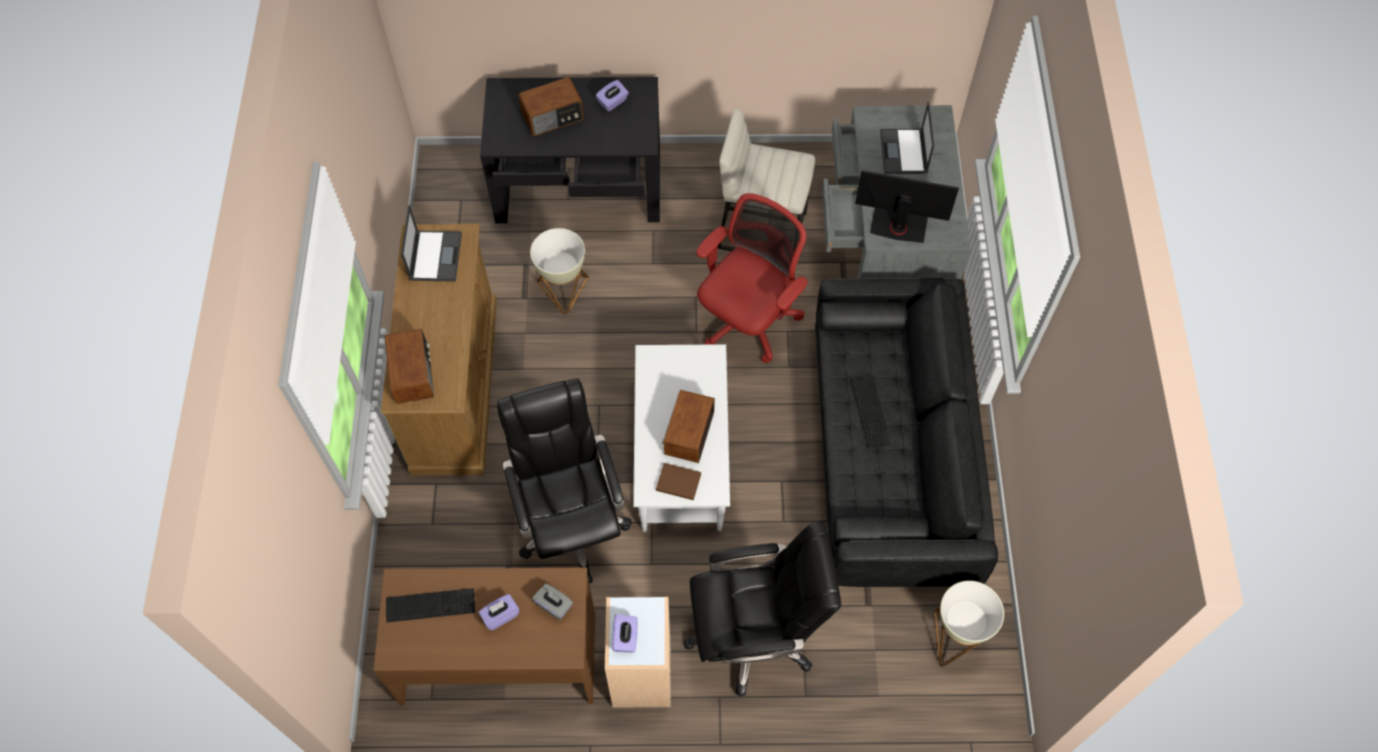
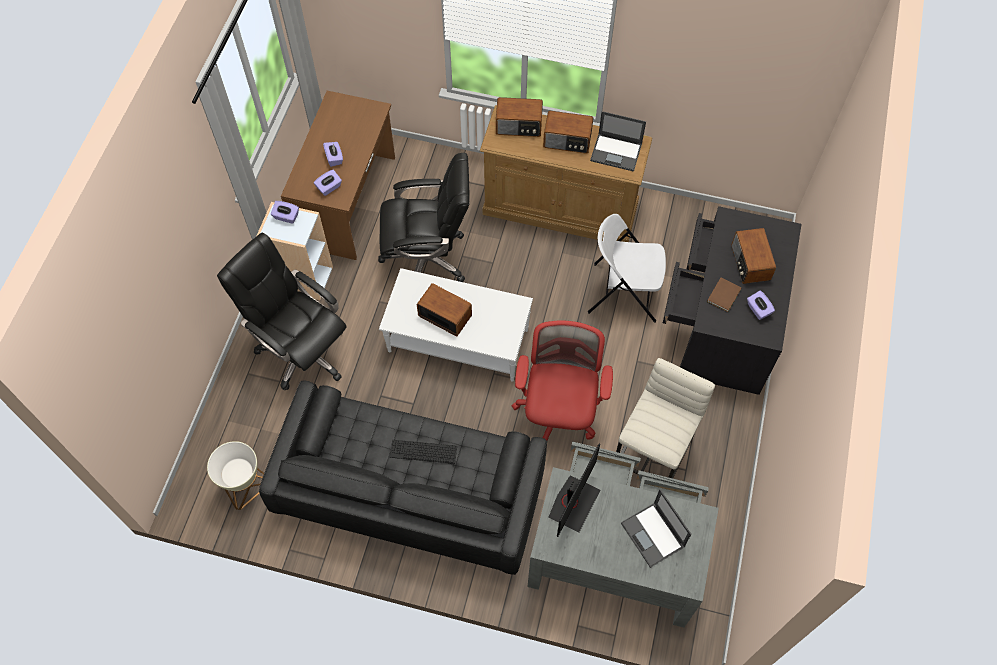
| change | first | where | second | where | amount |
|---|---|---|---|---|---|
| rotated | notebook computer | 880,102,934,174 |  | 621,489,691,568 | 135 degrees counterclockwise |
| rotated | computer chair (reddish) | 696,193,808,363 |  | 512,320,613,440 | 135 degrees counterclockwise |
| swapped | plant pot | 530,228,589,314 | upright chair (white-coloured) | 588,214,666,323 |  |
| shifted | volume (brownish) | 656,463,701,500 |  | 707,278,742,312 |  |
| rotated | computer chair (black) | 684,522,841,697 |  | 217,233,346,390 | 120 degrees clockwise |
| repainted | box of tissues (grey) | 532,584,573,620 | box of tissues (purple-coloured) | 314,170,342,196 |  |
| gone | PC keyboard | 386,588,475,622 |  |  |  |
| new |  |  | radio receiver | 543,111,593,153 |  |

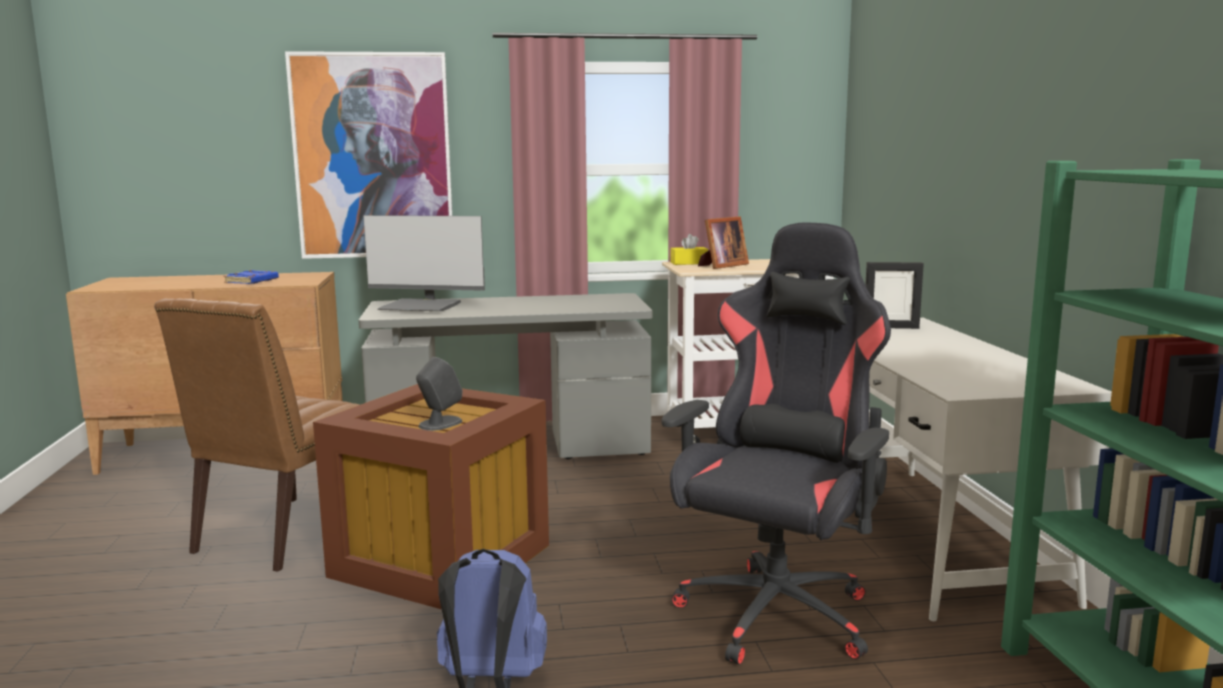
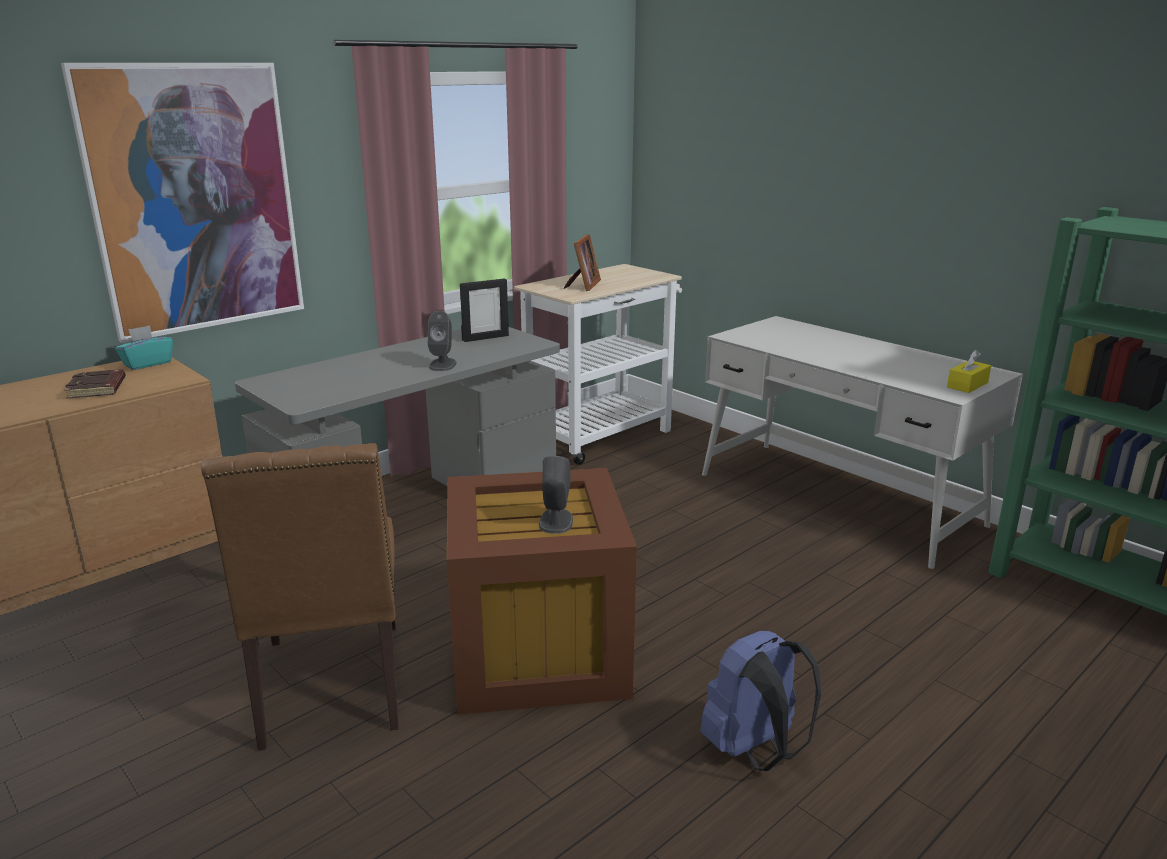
| change | first | where | second | where | amount |
|---|---|---|---|---|---|
| gone | computer screen | 363,215,485,311 |  |  |  |
| gone | computer chair (black) | 662,223,891,665 |  |  |  |
| shifted | box of tissues (yellow) | 670,234,708,265 |  | 947,350,991,393 |  |
| shifted | picture frame | 865,262,924,329 |  | 460,278,509,342 |  |
| repainted | volume (bluish) | 224,270,279,284 | volume (brownish) | 64,369,126,399 |  |
| new |  |  | loudspeaker (grey) | 428,311,456,371 |  |
| new |  |  | box of tissues (blue-green) | 115,325,173,370 |  |

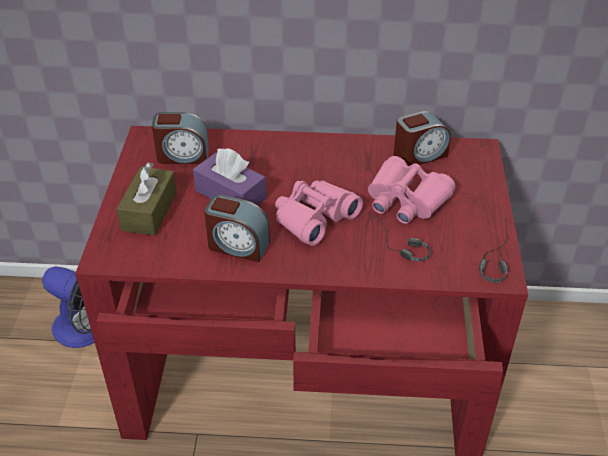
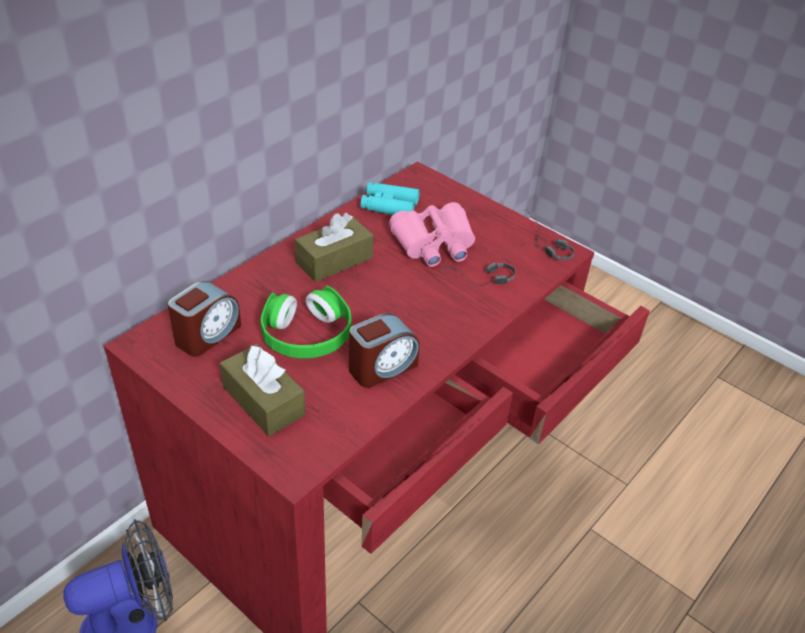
| change | first | where | second | where | amount |
|---|---|---|---|---|---|
| swapped | alarm clock | 394,111,451,166 | pair of binoculars (blue-green) | 360,182,420,215 |  |
| swapped | box of tissues (purple-coloured) | 193,148,266,206 | pair of headphones (green) | 260,286,352,358 |  |
| gone | pair of binoculars (pink) | 275,180,363,246 |  |  |  |
| new |  |  | box of tissues (brownish) | 295,213,374,282 |  |

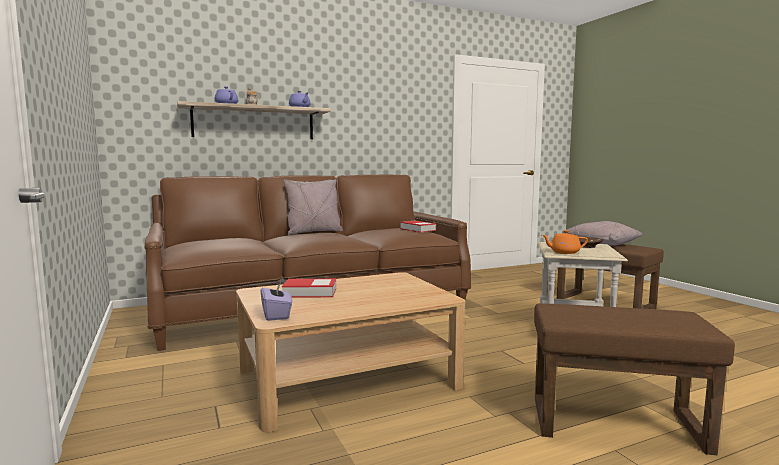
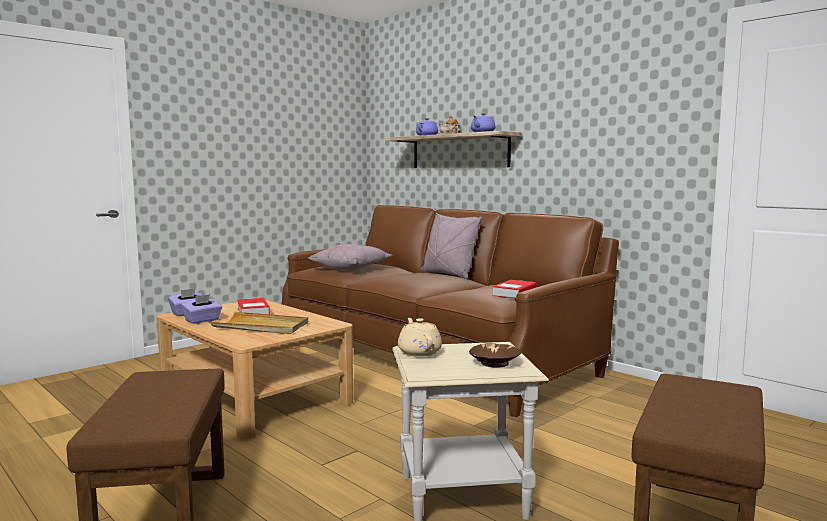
| change | first | where | second | where | amount |
|---|---|---|---|---|---|
| shifted | pillow (purple-coloured) | 562,221,643,246 |  | 308,244,393,270 |  |
| repainted | tea pot (orangey) | 542,230,588,254 | tea pot (beige) | 398,318,442,357 |  |
| new |  |  | box of tissues (purple-coloured) | 181,294,222,324 |  |
| new |  |  | carrying tray (beige) | 211,312,308,334 |  |

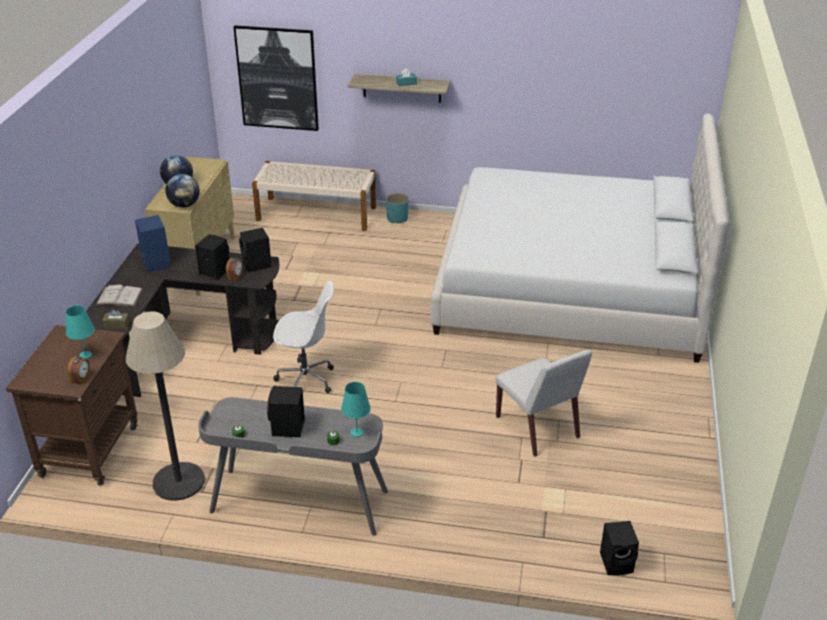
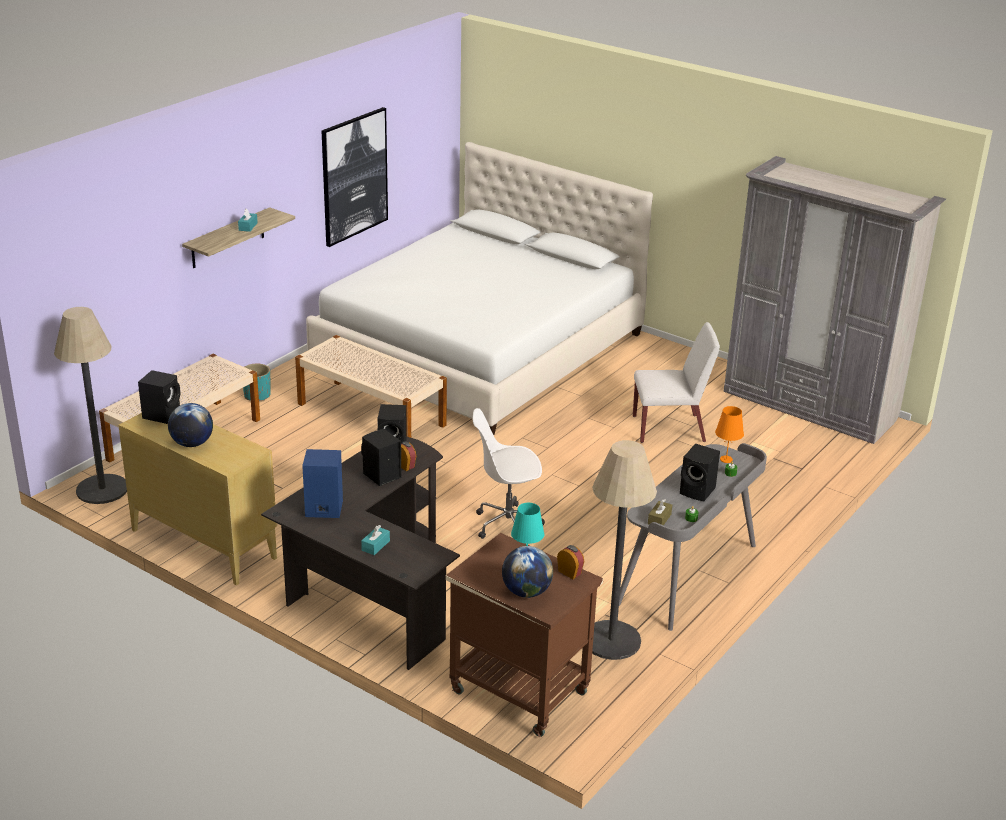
| change | first | where | second | where | amount |
|---|---|---|---|---|---|
| shifted | picture | 234,25,319,131 |  | 322,107,388,247 |  |
| shifted | desk globe | 165,174,200,208 |  | 502,546,553,598 |  |
| rotated | computer chair (white-coloured) | 273,281,334,393 |  | 473,408,545,539 | 120 degrees counterclockwise |
| swapped | volume (white-coloured) | 96,285,143,306 | box of tissues (blue-green) | 361,525,390,555 |  |
| shifted | box of tissues (brownish) | 102,309,130,329 |  | 648,499,672,525 |  |
| repainted | lamp for a table (blue-green) | 341,382,371,437 | lamp for a table (orangey) | 715,406,744,463 |  |
| shifted | loudspeaker (black) | 600,521,639,575 |  | 138,370,180,424 |  |
| new |  |  | wardrobe (grey) | 724,156,946,444 |  |
| new |  |  | standard lamp | 54,307,127,504 |  |
| new |  |  | long seat (beige) | 295,335,447,438 |  |

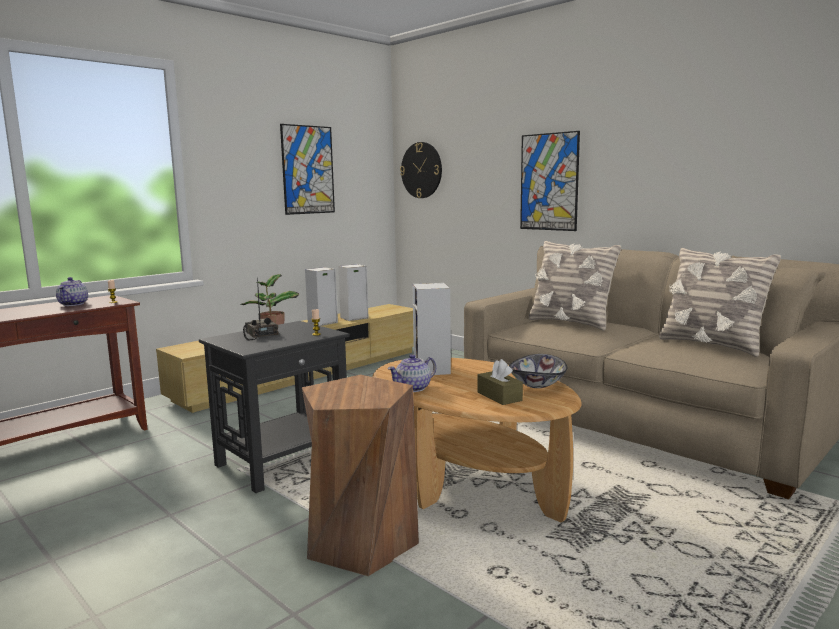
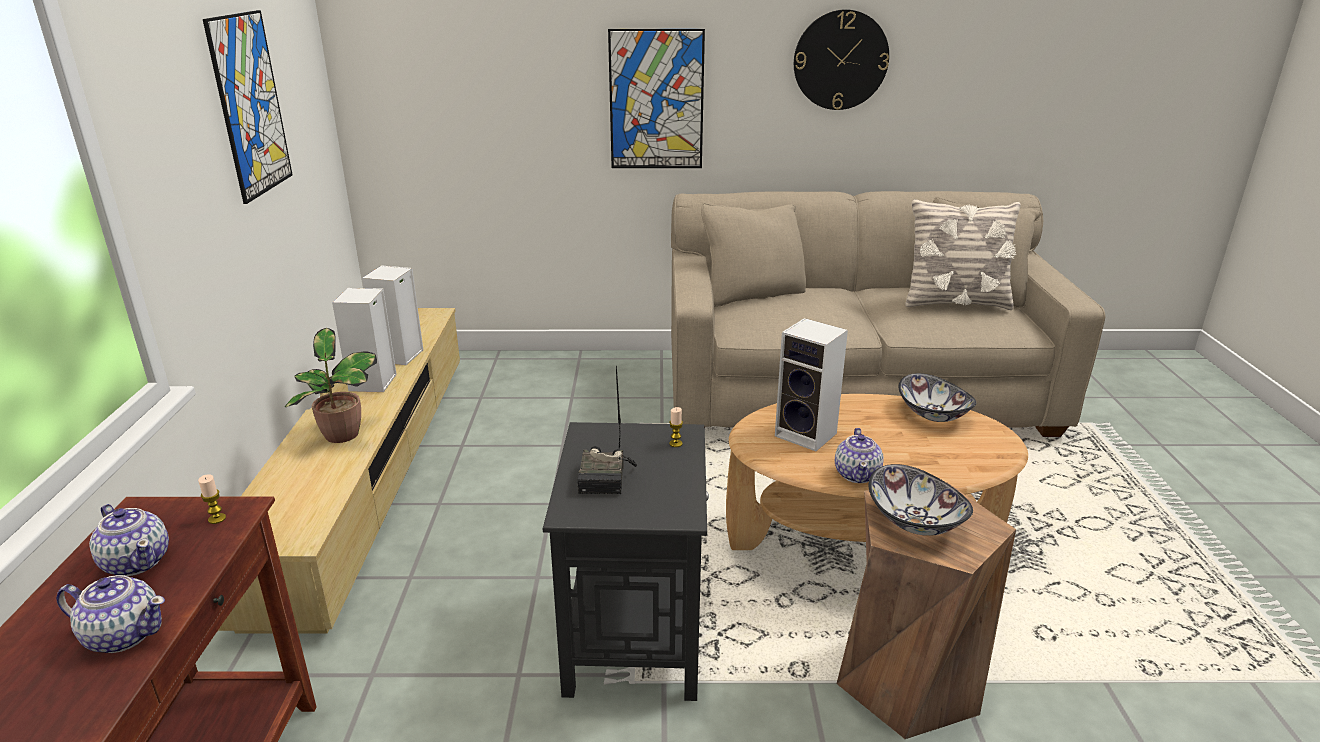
| change | first | where | second | where | amount |
|---|---|---|---|---|---|
| shifted | clock on the wall | 400,142,442,198 |  | 794,9,889,110 |  |
| gone | pillow (beige) | 529,241,621,331 |  |  |  |
| rotated | radio receiver | 243,277,279,341 |  | 577,366,637,494 | 105 degrees counterclockwise |
| gone | box of tissues (brownish) | 477,359,523,405 |  |  |  |
| new |  |  | serving bowl | 868,464,973,536 |  |
| new |  |  | tea pot | 56,575,165,653 |  |

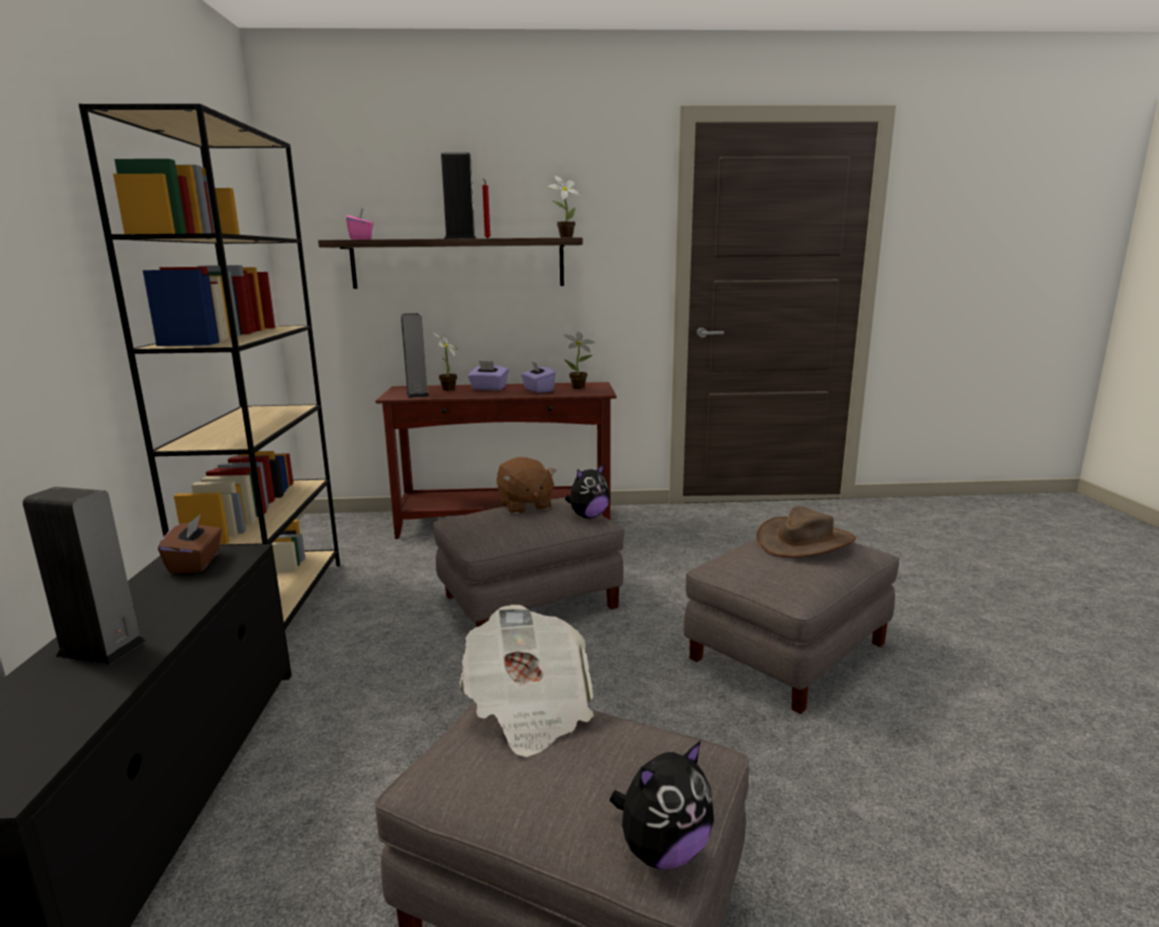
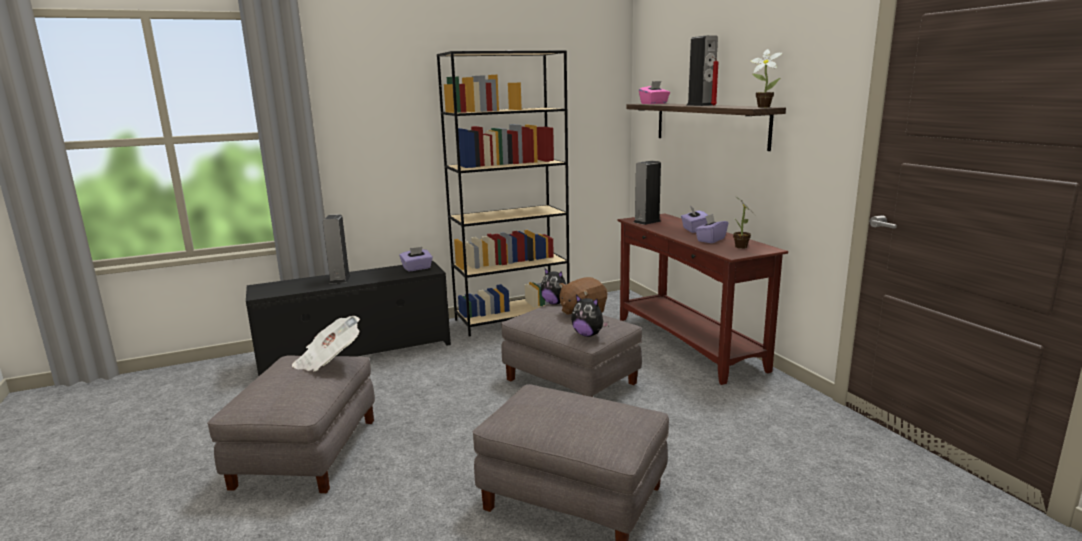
| change | first | where | second | where | amount |
|---|---|---|---|---|---|
| gone | plant in a pot | 432,332,458,391 |  |  |  |
| gone | wearable hat (brownish) | 756,506,856,558 |  |  |  |
| repainted | box of tissues (brownish) | 158,514,222,574 | box of tissues (purple-coloured) | 400,247,433,272 |  |
| shifted | plush toy | 610,741,714,869 |  | 541,268,566,305 |  |

